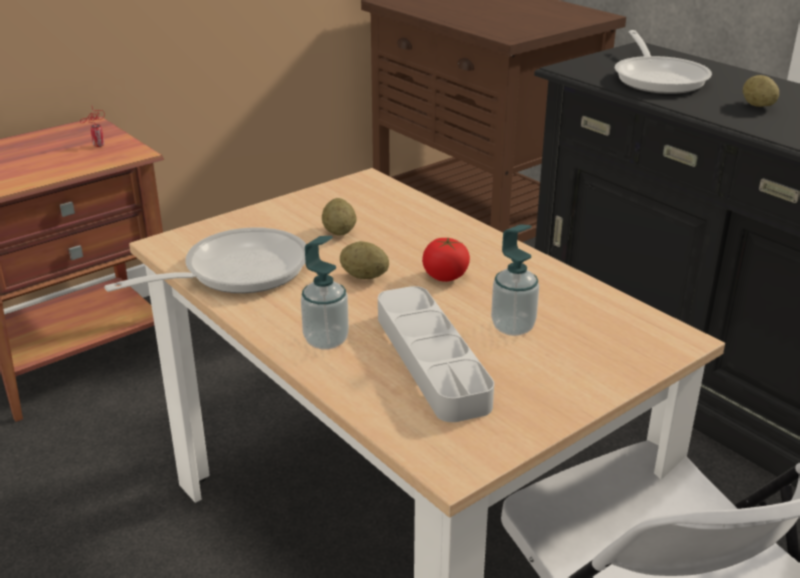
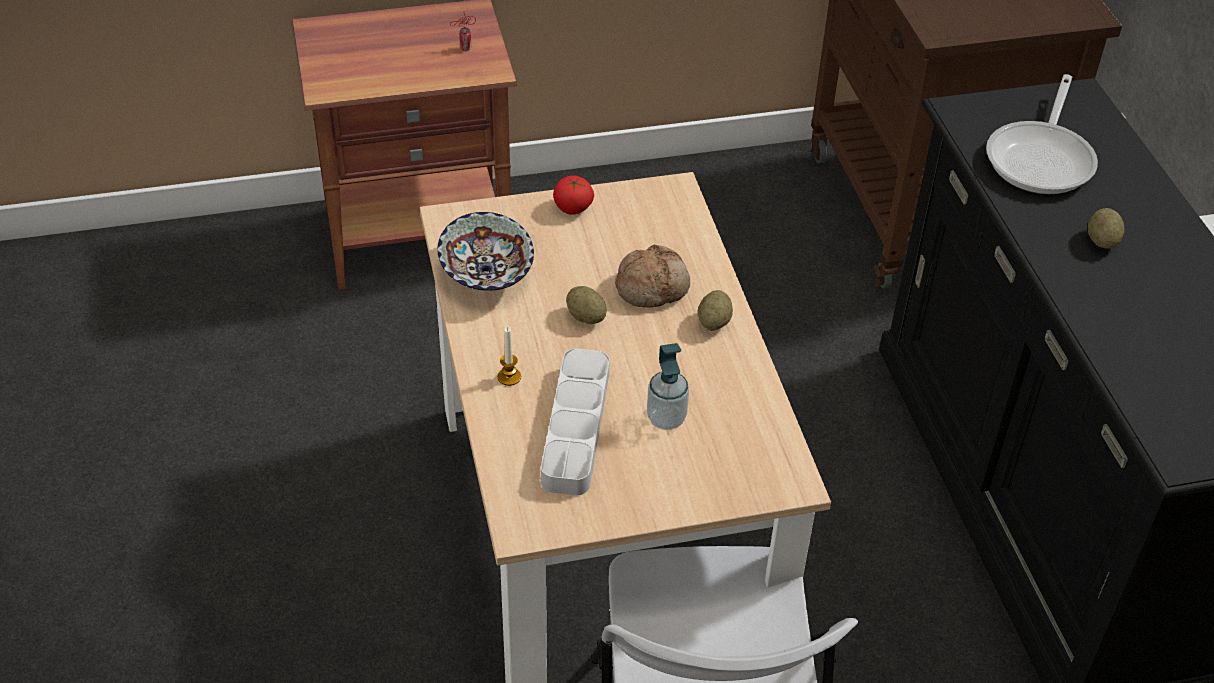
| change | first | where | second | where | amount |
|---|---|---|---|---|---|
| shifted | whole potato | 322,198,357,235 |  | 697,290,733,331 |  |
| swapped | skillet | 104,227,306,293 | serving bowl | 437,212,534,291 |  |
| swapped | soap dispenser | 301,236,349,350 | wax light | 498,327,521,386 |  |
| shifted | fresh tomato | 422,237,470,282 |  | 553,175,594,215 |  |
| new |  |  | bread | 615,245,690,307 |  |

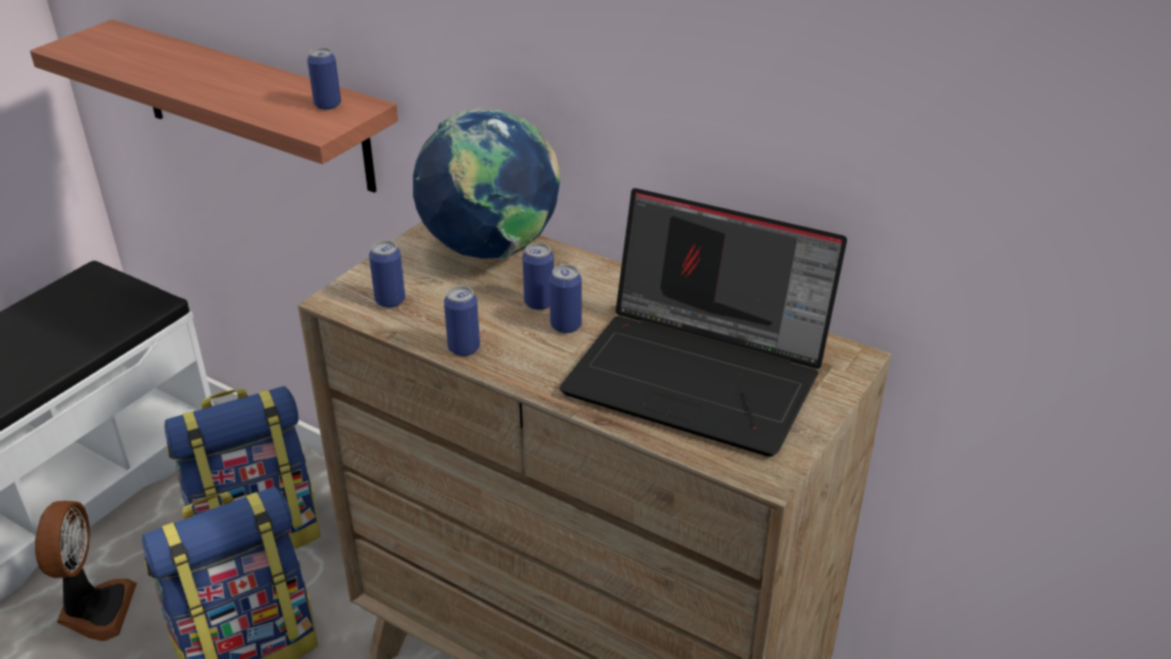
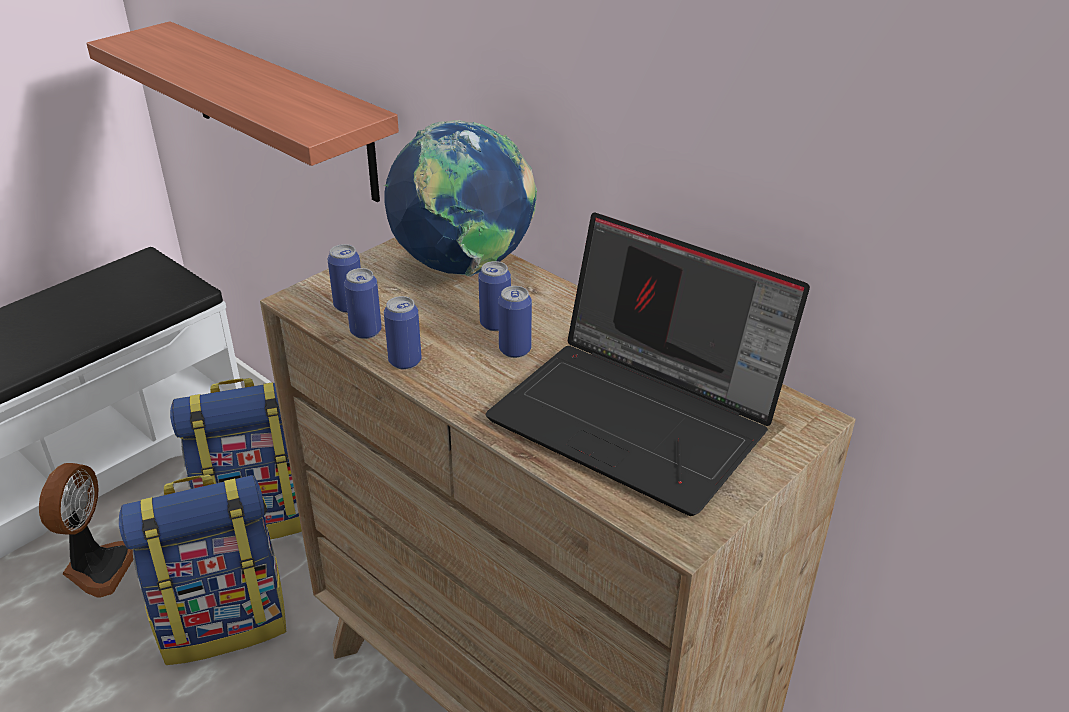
| change | first | where | second | where | amount |
|---|---|---|---|---|---|
| shifted | can | 307,47,341,110 |  | 344,268,382,339 |  |

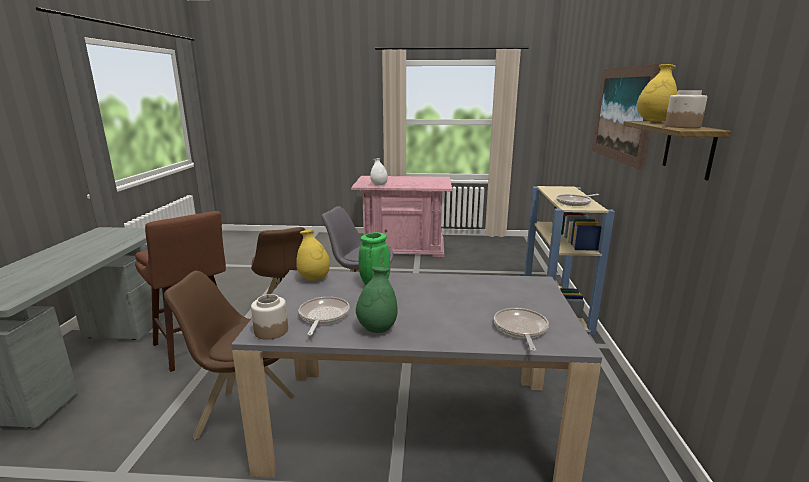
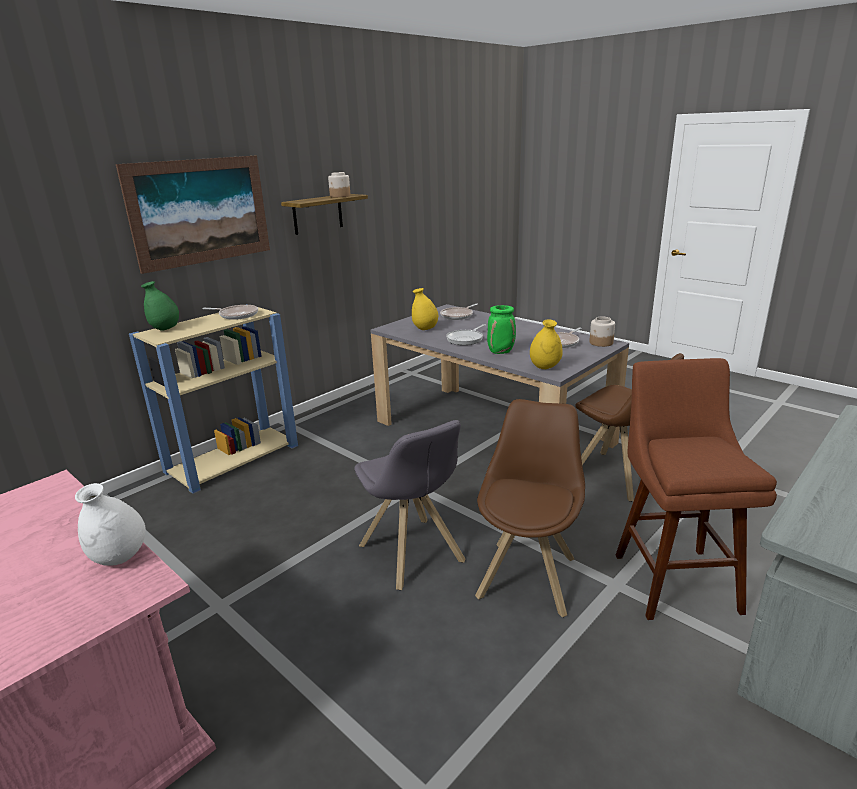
| change | first | where | second | where | amount |
|---|---|---|---|---|---|
| shifted | flower vase (yellow) | 637,64,677,122 |  | 412,288,438,330 |  |
| shifted | flower vase (green) | 356,267,398,333 |  | 141,281,179,331 |  |
| new |  |  | skillet | 446,324,486,345 |  |

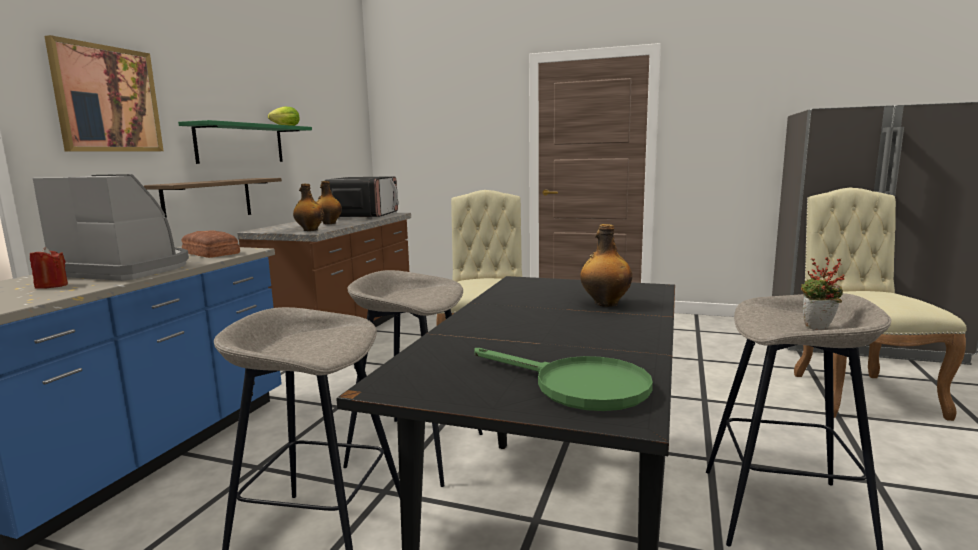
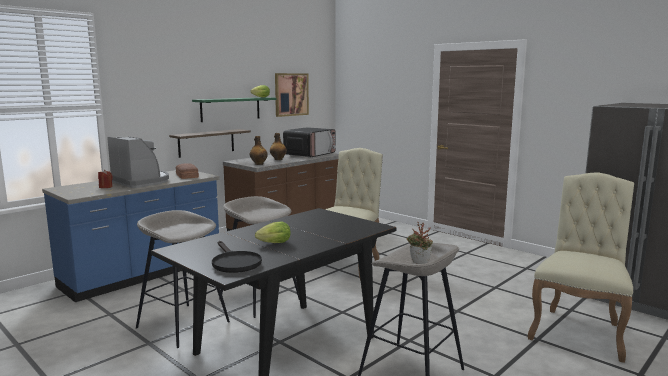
| change | first | where | second | where | amount |
|---|---|---|---|---|---|
| shifted | picture | 44,35,163,152 |  | 275,73,309,117 |  |
| gone | bottle | 580,224,632,307 |  |  |  |
| repainted | skillet (green) | 474,348,653,411 | skillet (black) | 212,241,262,273 |  |
| new |  |  | head of lettuce | 255,222,291,243 |  |

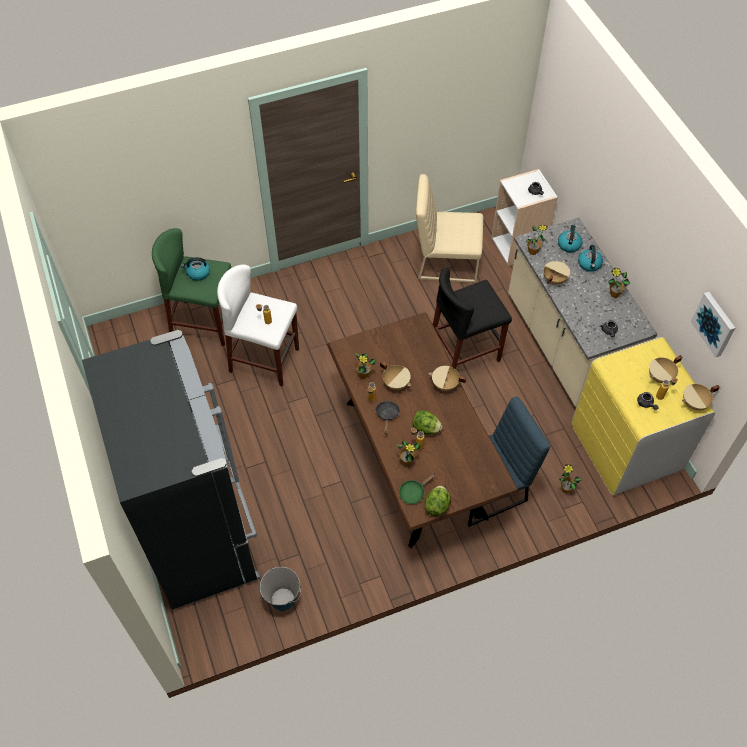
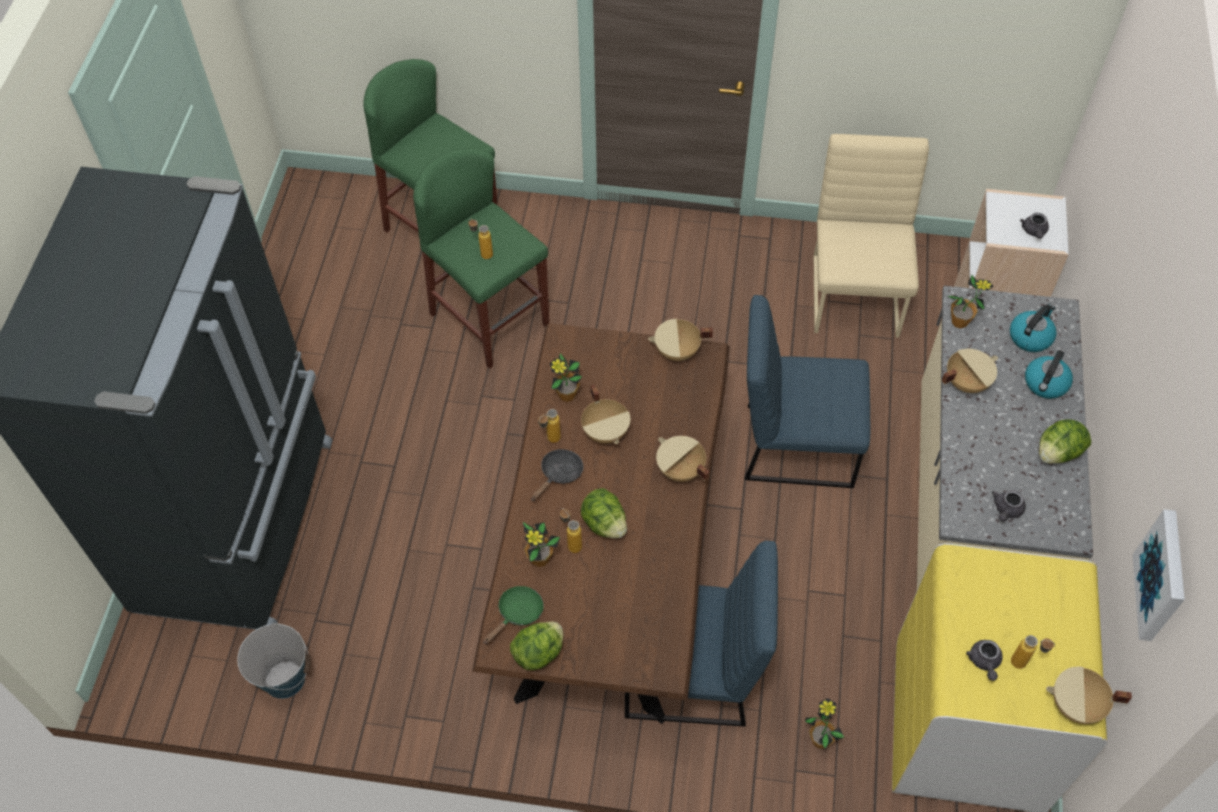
| change | first | where | second | where | amount |
|---|---|---|---|---|---|
| rotated | upright chair (beige) | 416,174,483,283 |  | 814,134,929,338 | 60 degrees clockwise |
| gone | water kettle | 181,257,210,281 |  |  |  |
| repainted | stool (white-coloured) | 217,265,299,386 | stool (green) | 413,148,549,369 |  |
| swapped | stool (black) | 433,268,512,370 | upright chair (bluish) | 745,295,870,488 |  |
| swapped | plant in a pot | 608,268,631,298 | head of lettuce | 1039,419,1091,464 |  |
| shifted | cooking pot (beige) | 649,355,682,383 |  | 648,319,713,361 |  |
| rotated | skillet (green) | 399,473,437,504 |  | 483,586,544,644 | 135 degrees clockwise |

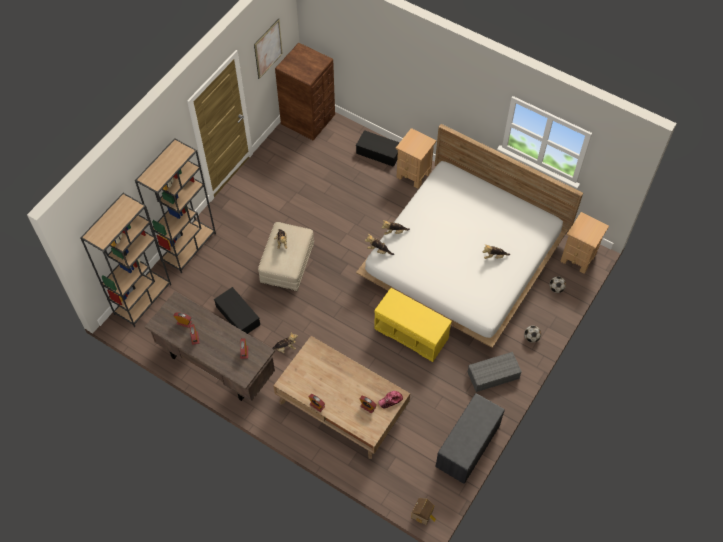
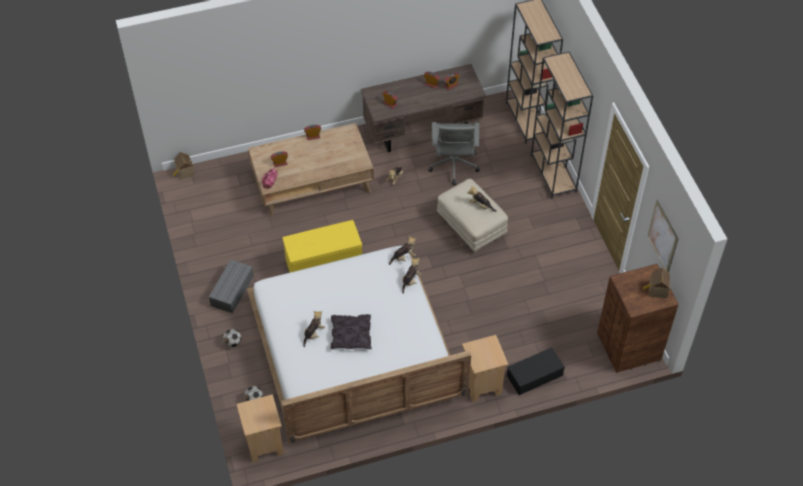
| change | first | where | second | where | amount |
|---|---|---|---|---|---|
| swapped | storage container (black) | 214,287,260,334 | computer chair (grey) | 428,122,480,185 |  |
| gone | long seat (grey) | 435,393,505,484 |  |  |  |
| new |  |  | model house | 643,268,670,298 |  |
| new |  |  | pillow (black) | 331,314,372,349 |  |

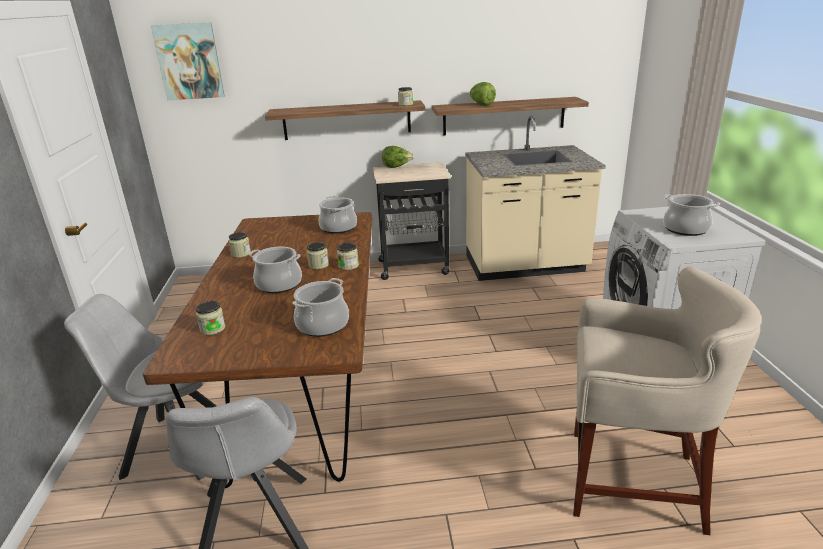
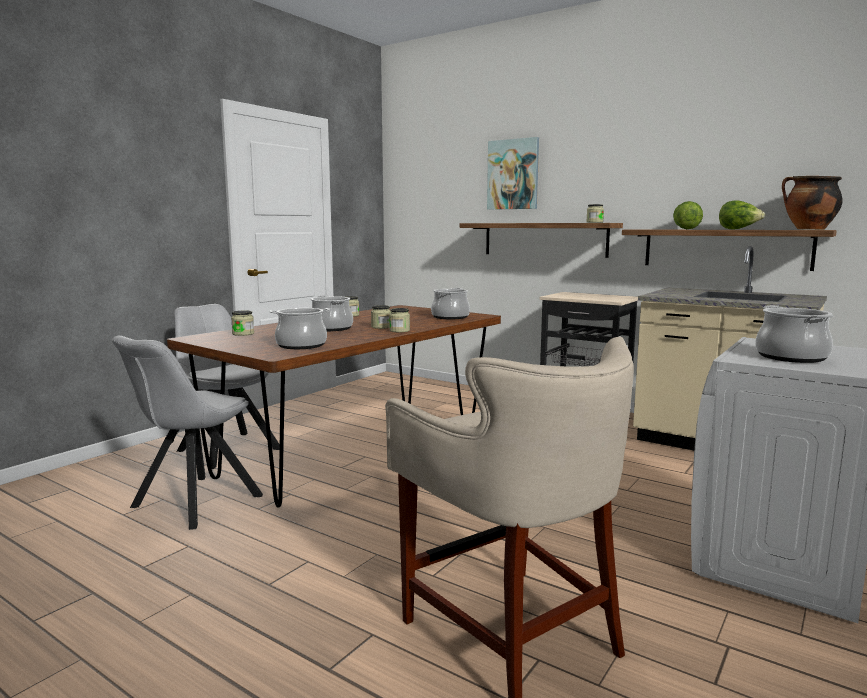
| change | first | where | second | where | amount |
|---|---|---|---|---|---|
| shifted | picture | 151,22,225,100 |  | 487,137,539,210 |  |
| shifted | head of lettuce | 382,146,414,168 |  | 719,200,765,230 |  |
| new |  |  | cooking pot | 782,176,843,230 |  |

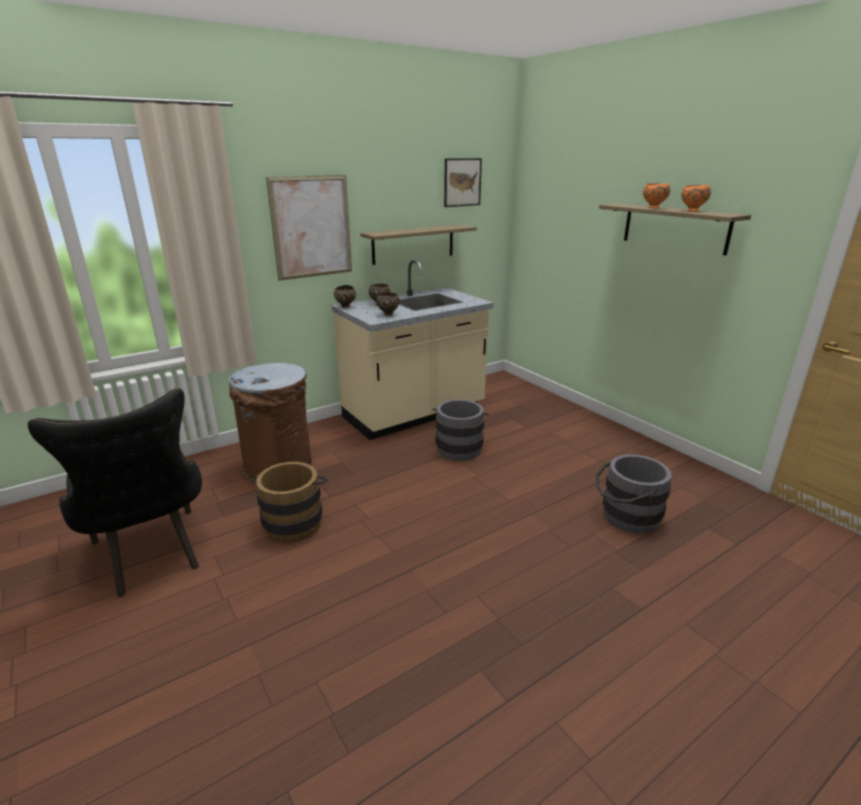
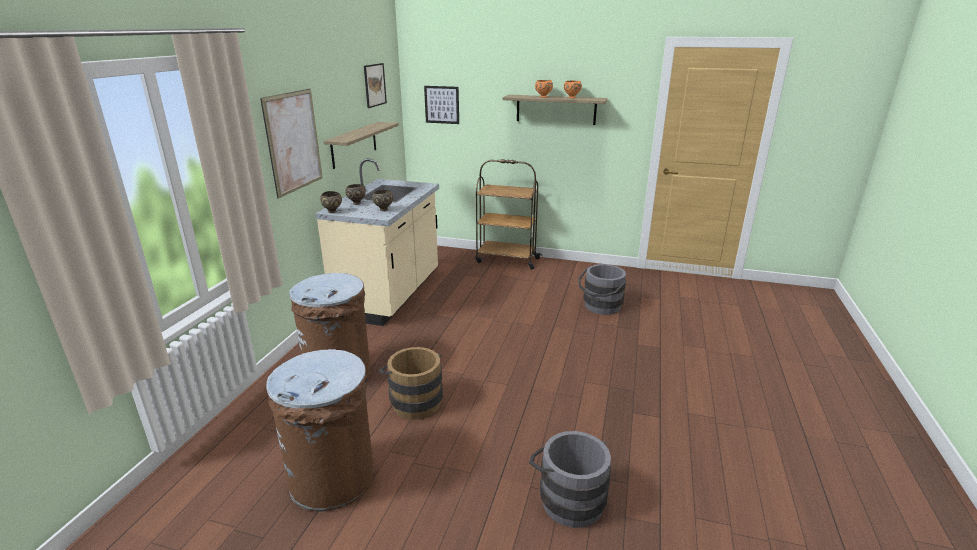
| change | first | where | second | where | amount |
|---|---|---|---|---|---|
| swapped | upright chair (black) | 28,388,202,597 | trash can (brownish) | 266,349,375,511 |  |
| shifted | water bucket (grey) | 432,399,489,461 |  | 529,431,611,528 |  |
| new |  |  | picture | 424,86,459,124 |  |
| new |  |  | wheeled cart (brownish) | 475,159,543,269 |  |

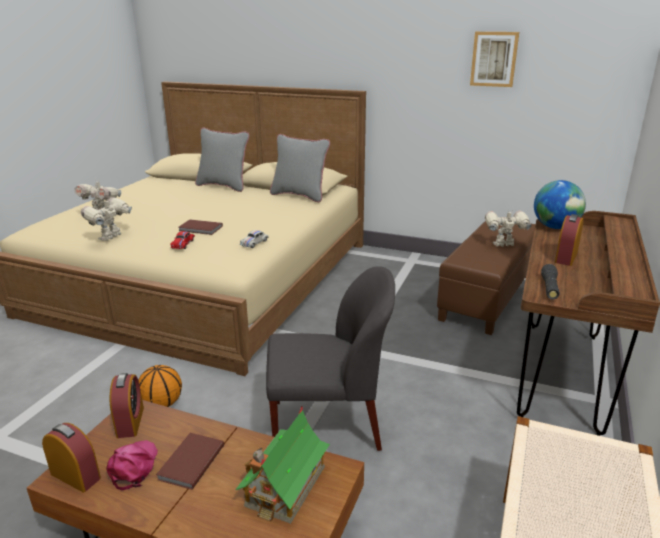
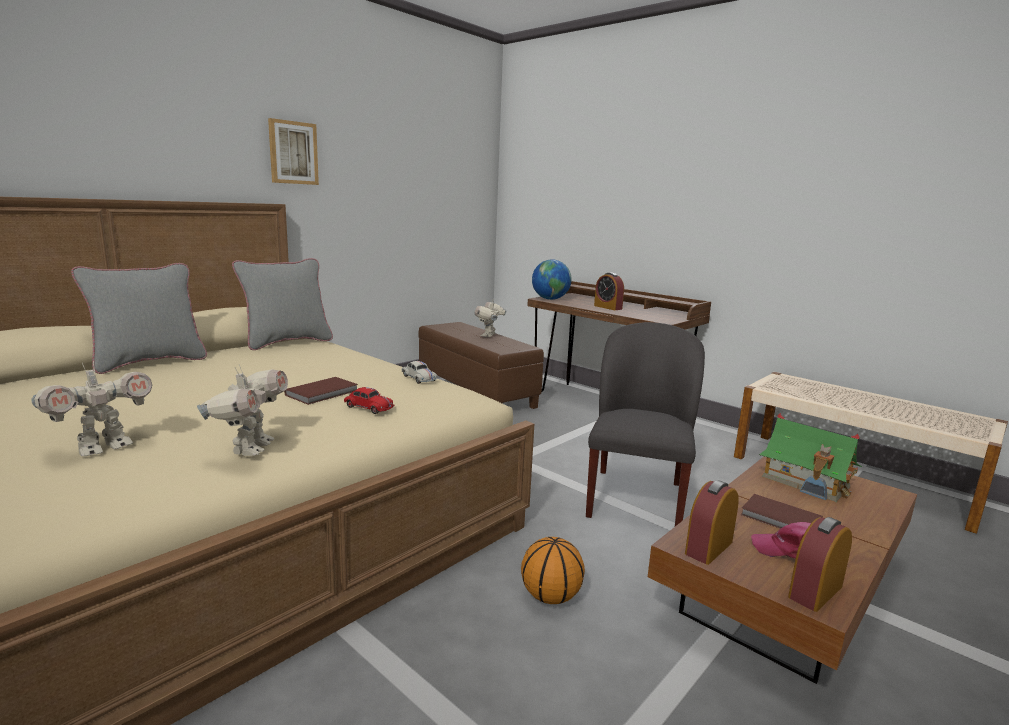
| change | first | where | second | where | amount |
|---|---|---|---|---|---|
| shifted | picture | 470,32,519,87 |  | 268,118,319,185 |  |
| rotated | robot figure | 81,197,132,241 |  | 197,364,288,456 | 135 degrees counterclockwise |
| gone | hand torch (black) | 541,264,560,300 |  |  |  |
| rotated | alarm clock | 110,373,144,438 |  | 685,480,739,565 | 60 degrees counterclockwise |

